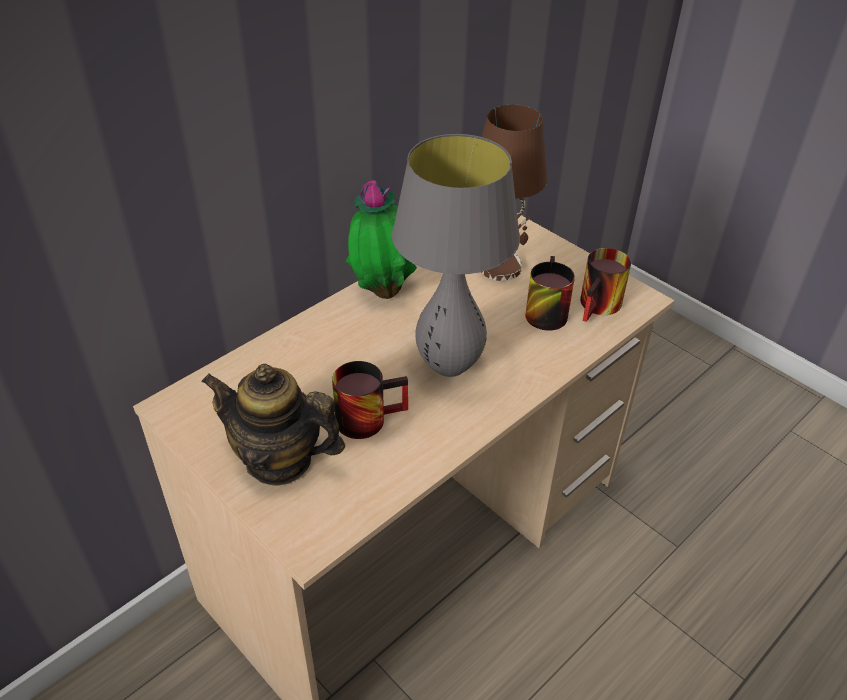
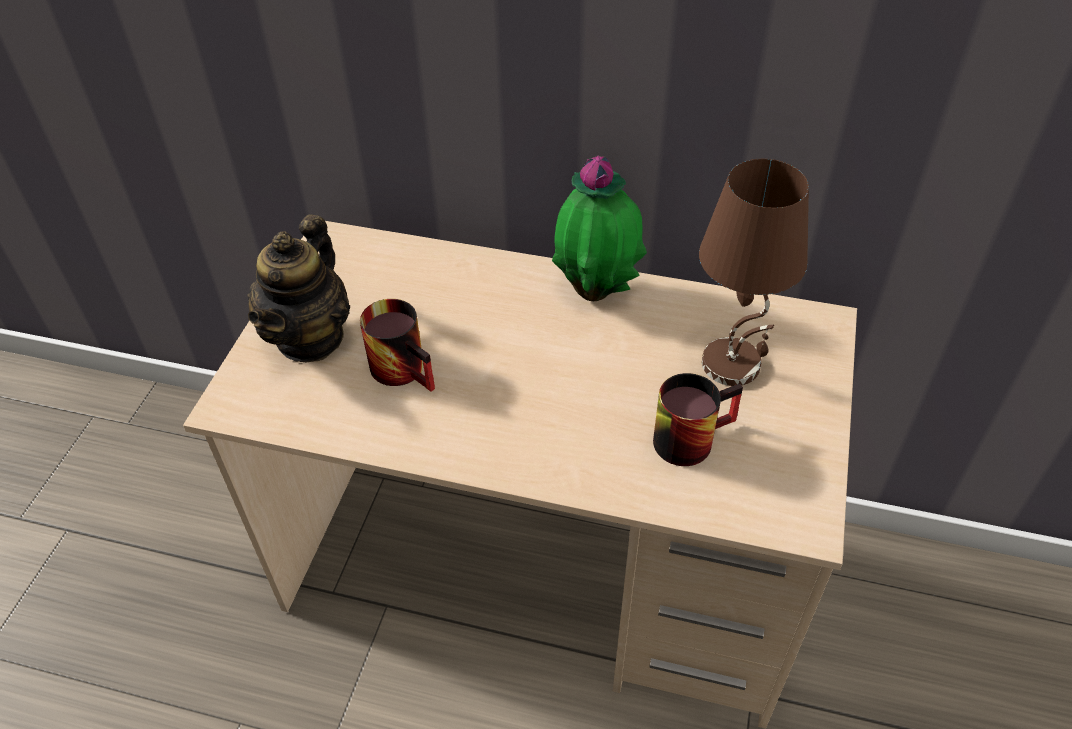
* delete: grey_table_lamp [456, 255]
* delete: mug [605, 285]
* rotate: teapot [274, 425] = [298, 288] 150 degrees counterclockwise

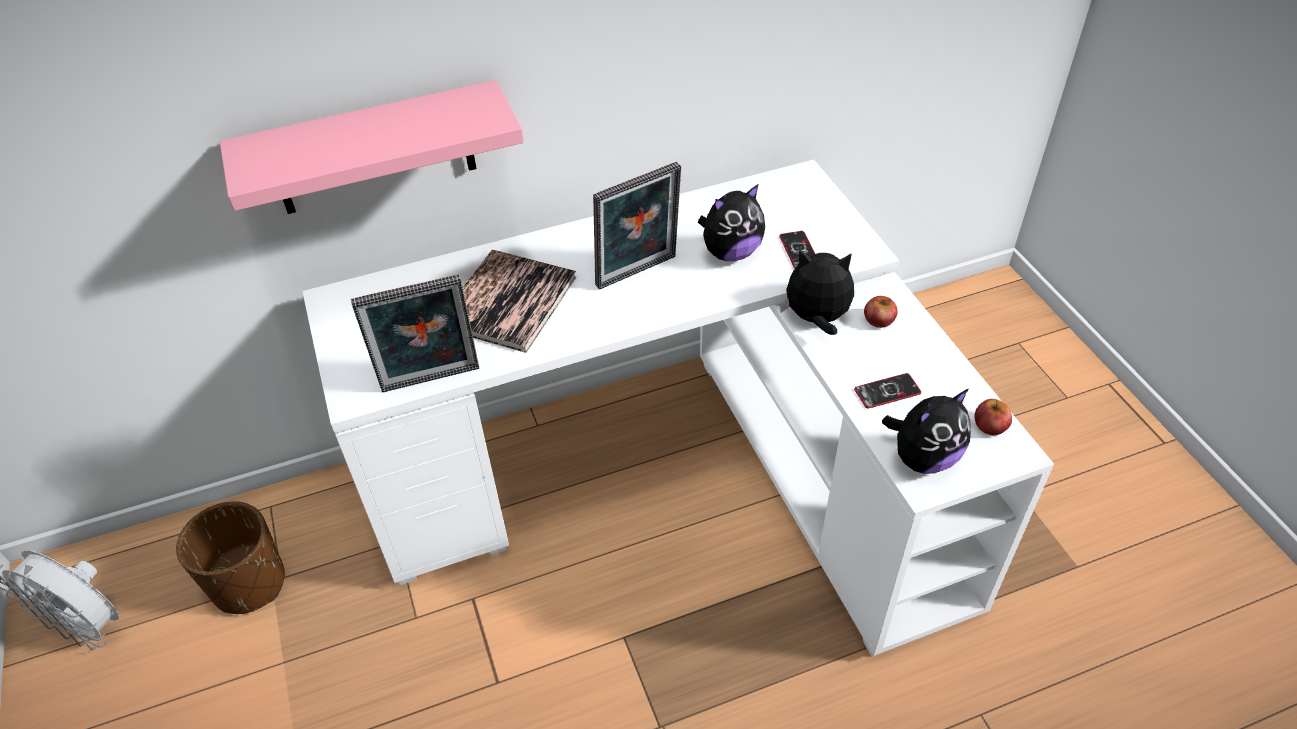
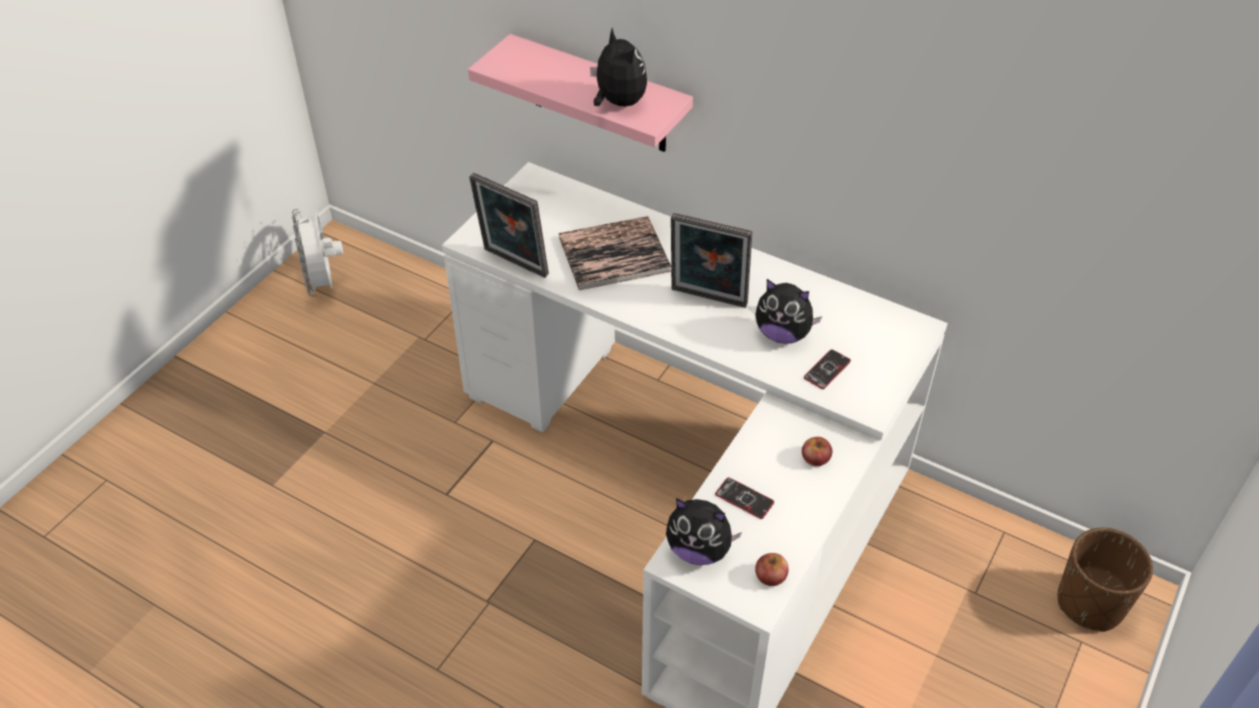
* move: brown_planter [230, 557] to [1105, 580]
* move: plush_toy [817, 292] to [618, 67]

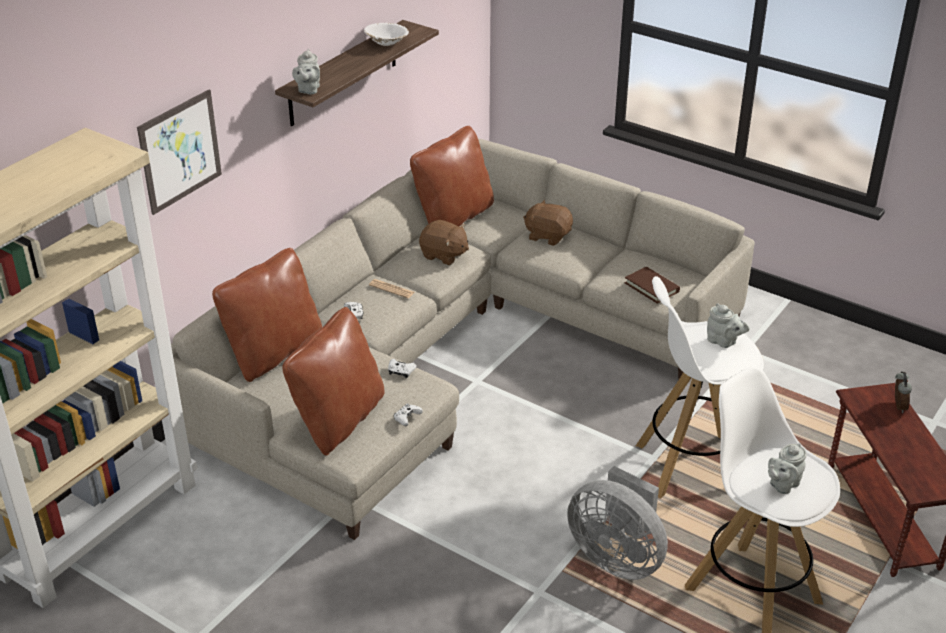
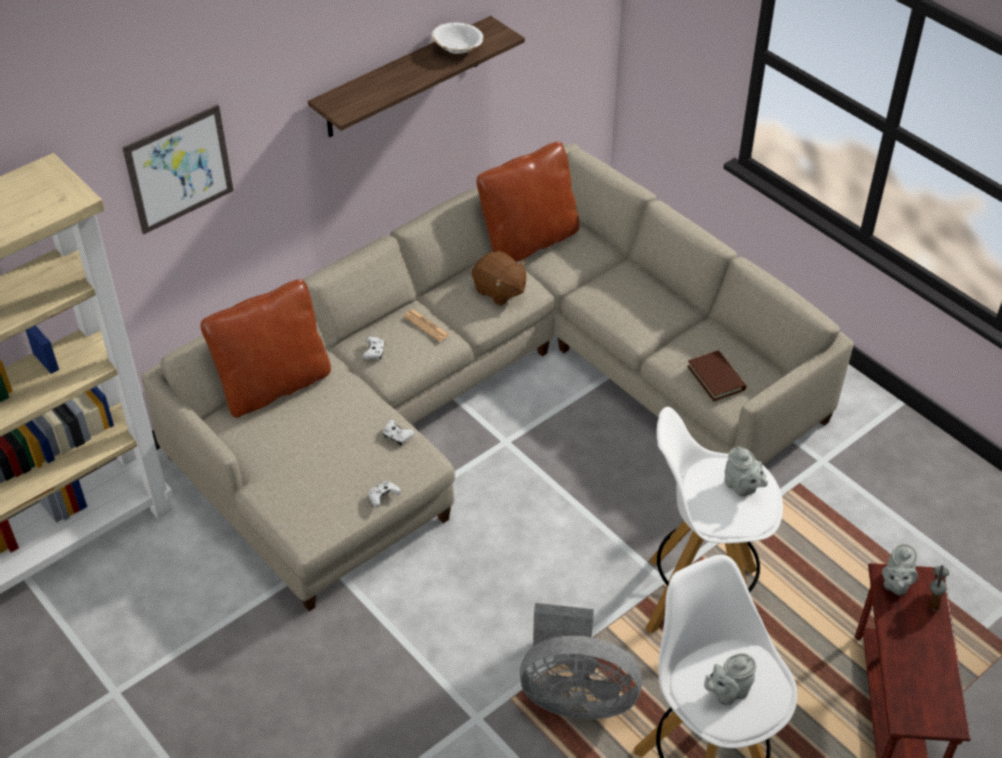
* delete: brown_pillow [333, 381]
* delete: brown_plush_toy [548, 223]
* move: grey_teapot [306, 72] to [900, 569]
* rotate: grey_fan [617, 523] = [581, 661] 45 degrees counterclockwise

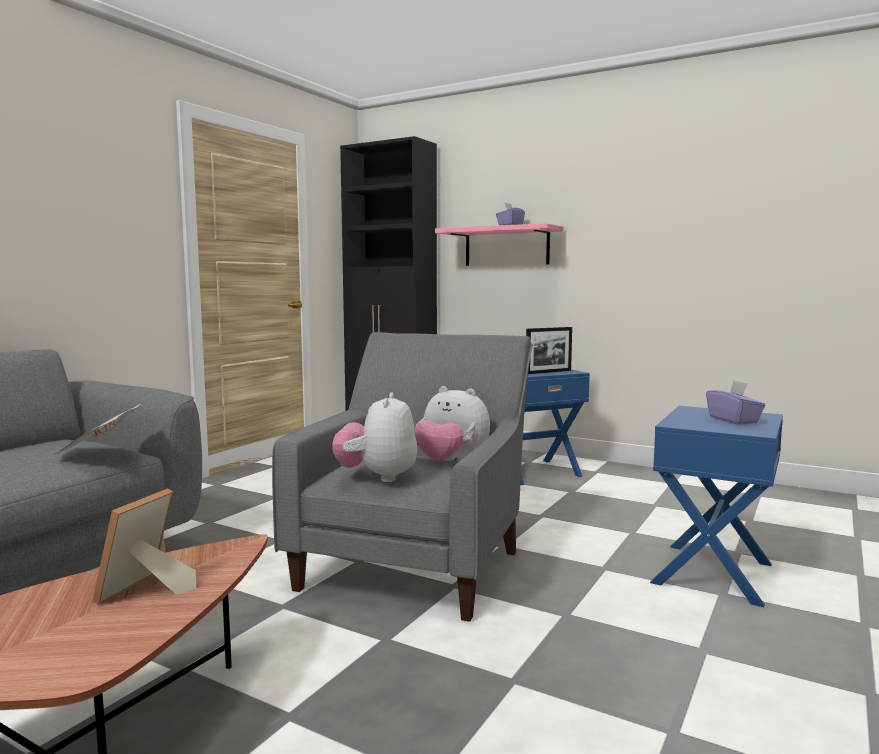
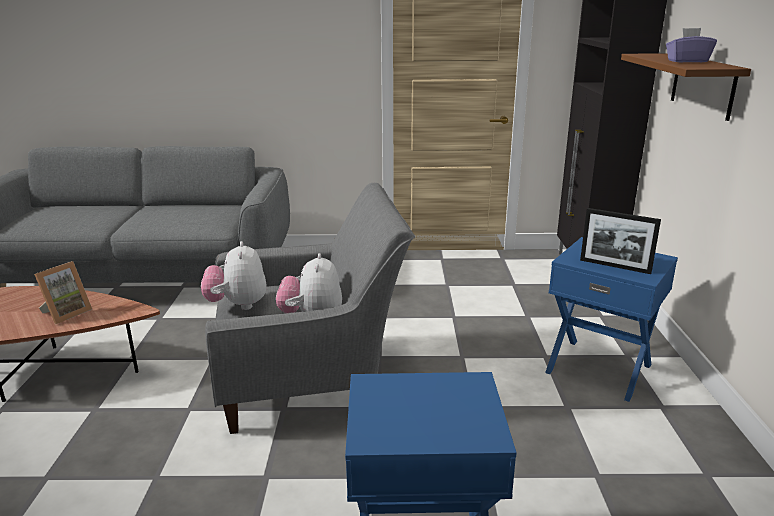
* delete: newspaper [97, 429]
* delete: purple_tissue_box [735, 403]
* recolor: pink_shelf [499, 244] to brown_shelf [686, 87]
* rotate: picture_frame [144, 546] = [63, 292] 135 degrees clockwise
* rotate: plush_toy [374, 437] = [233, 275] 75 degrees counterclockwise

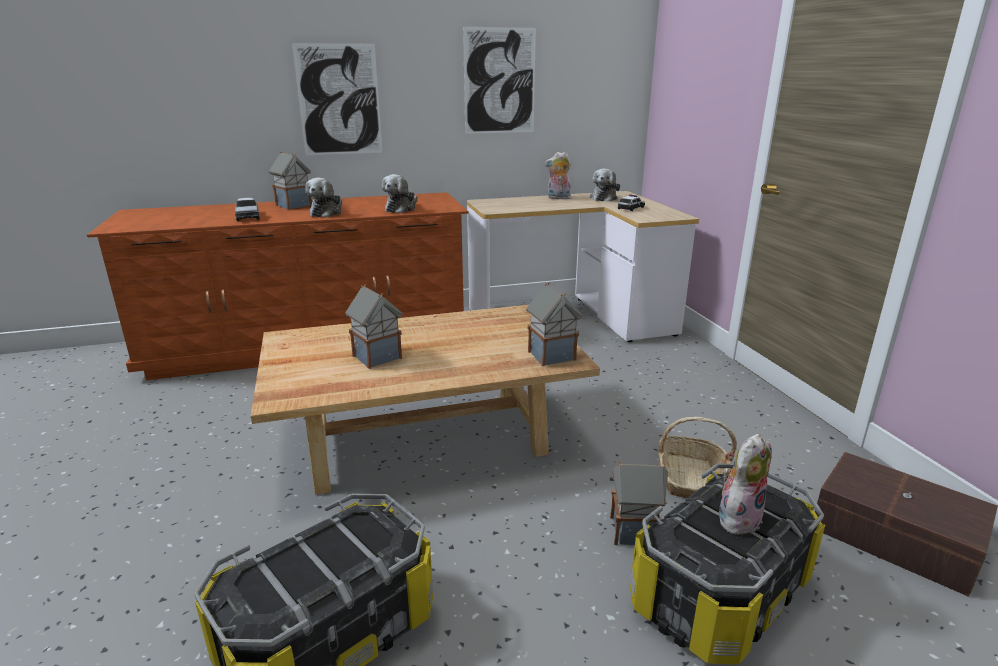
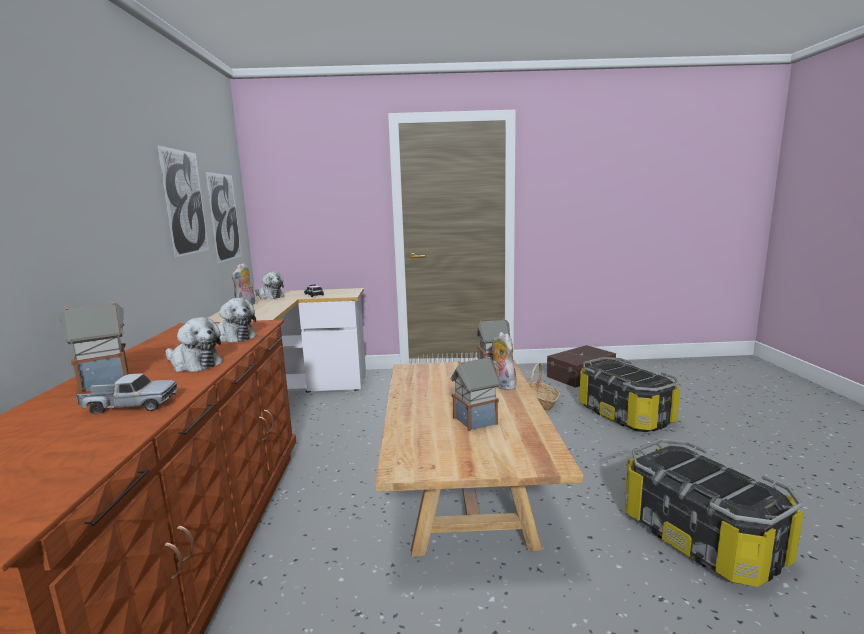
* delete: toy_house [639, 503]
* move: picture [337, 99] to [224, 217]
* move: plush_toy [745, 485] to [504, 361]

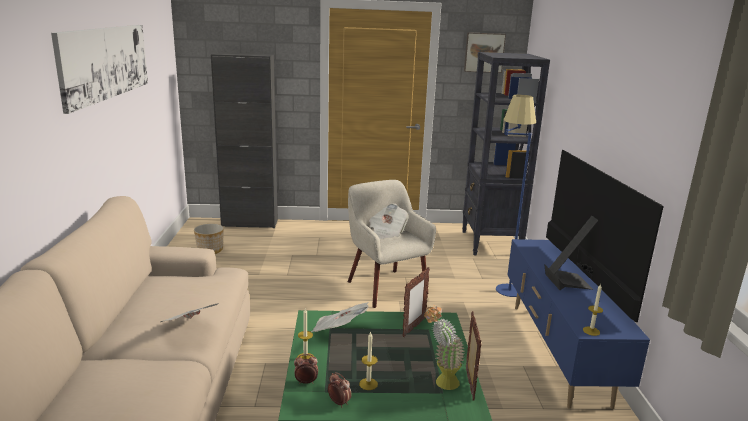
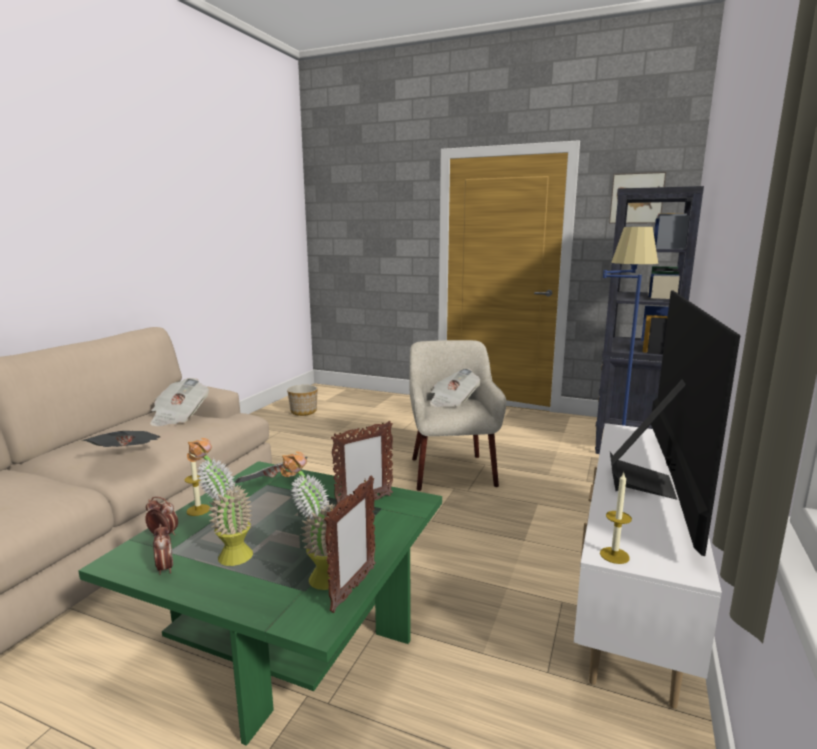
* delete: picture [99, 69]
* delete: black_cabinet [244, 140]
* insert: newspaper [179, 402]
* replace: candle [368, 360] to potted_plant [220, 502]
* recolor: blue_tv_stand [578, 324] to white_tv_stand [648, 566]

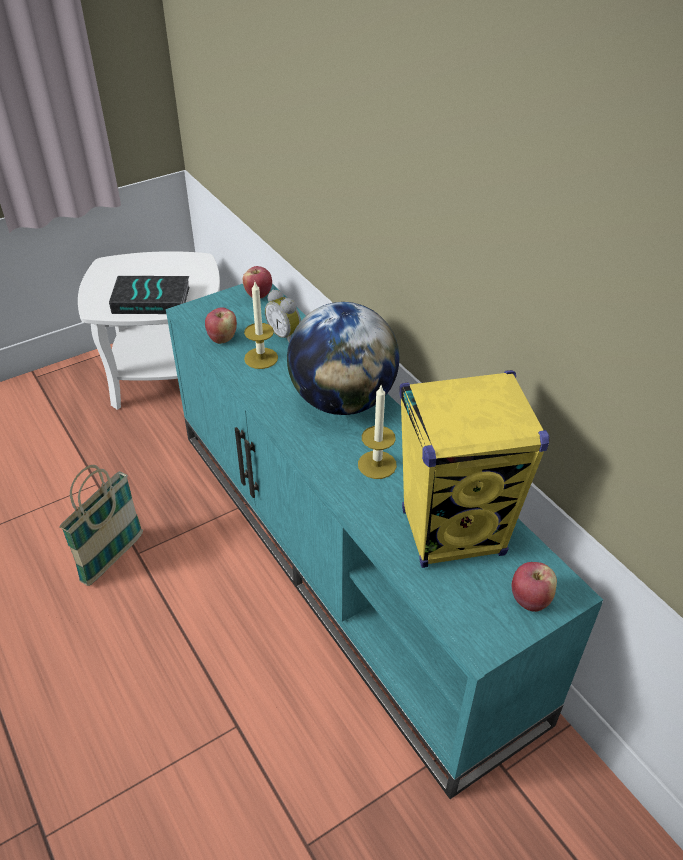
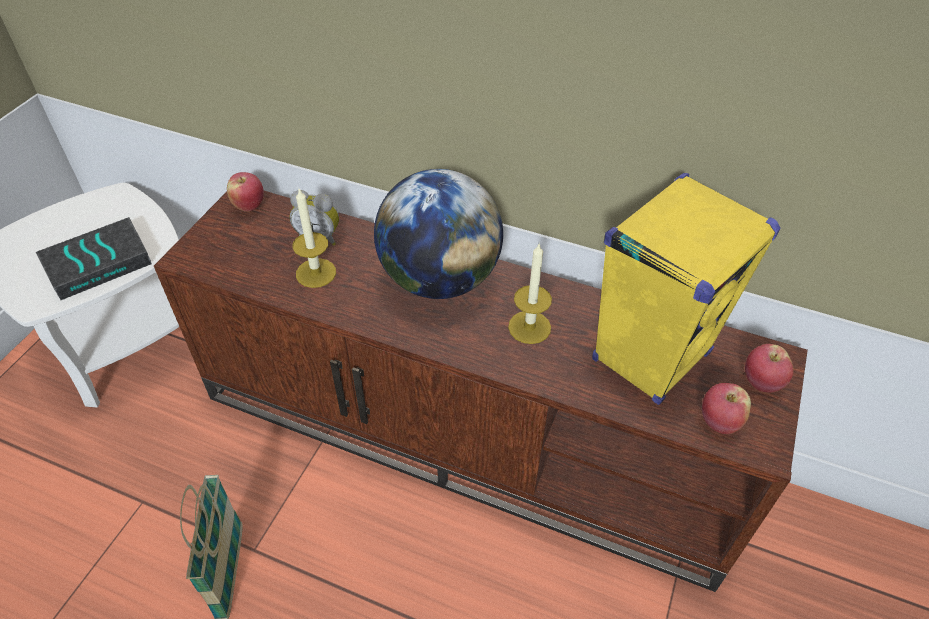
* move: apple [221, 325] to [726, 408]
* recolor: turquoise_tv_stand [384, 541] to brown_tv_stand [481, 391]

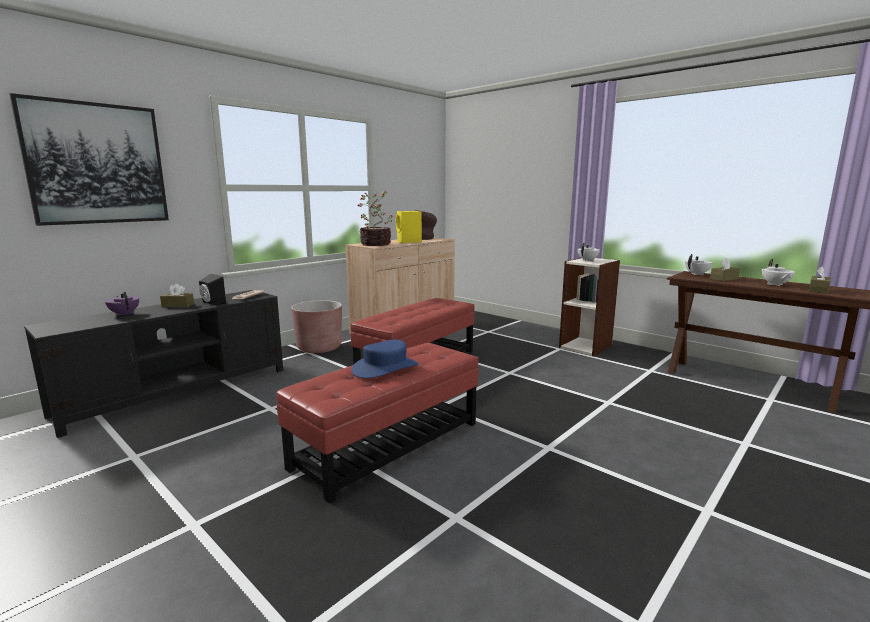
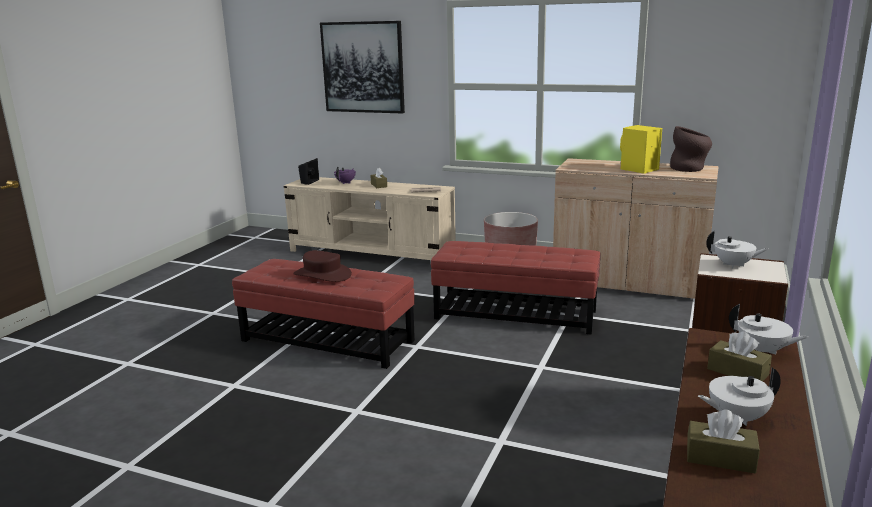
* delete: potted_plant [375, 218]
* move: black_speaker [212, 289] to [308, 171]
* recolor: black_tv_stand [153, 364] to beige_tv_stand [370, 218]
* recolor: blue_hat [384, 359] to brown_hat [322, 266]

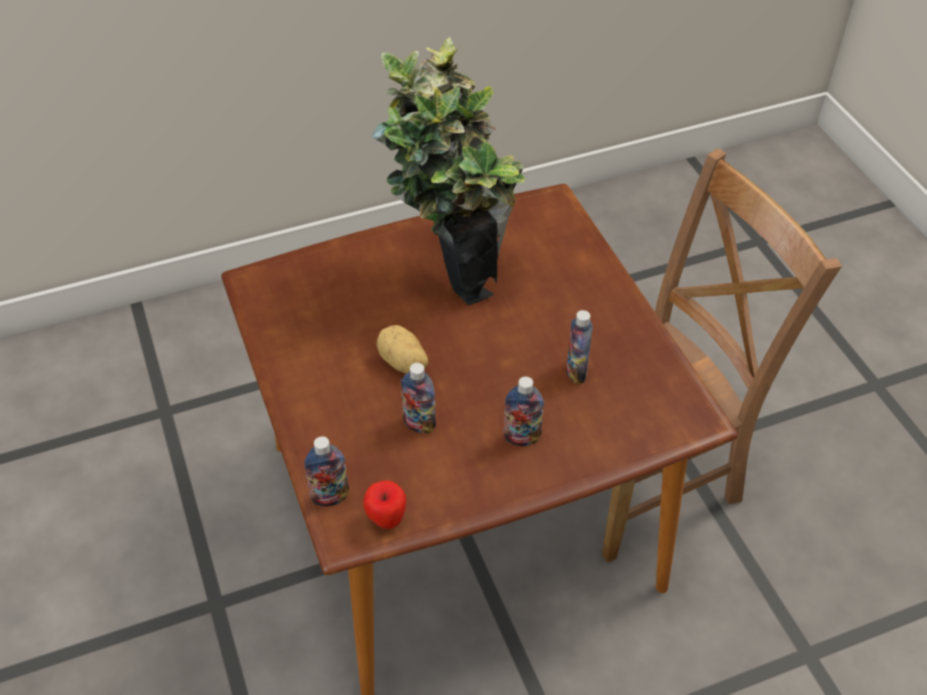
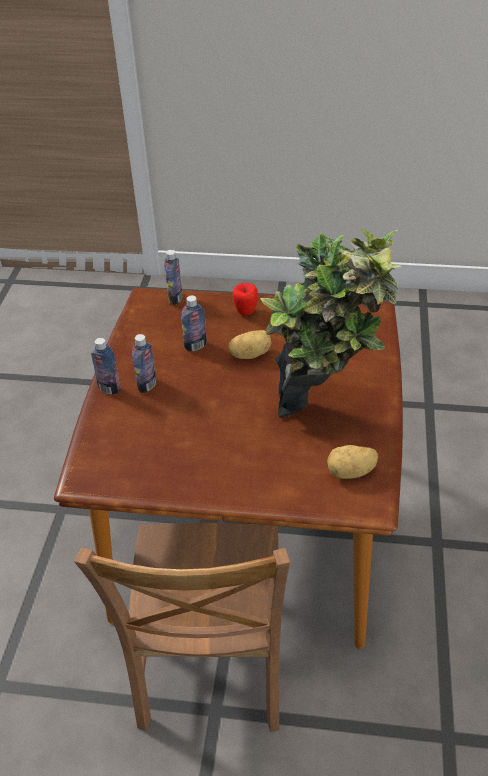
* insert: potato [352, 462]
* move: apple [384, 505] to [245, 299]
* move: bottle [579, 347] to [106, 366]

